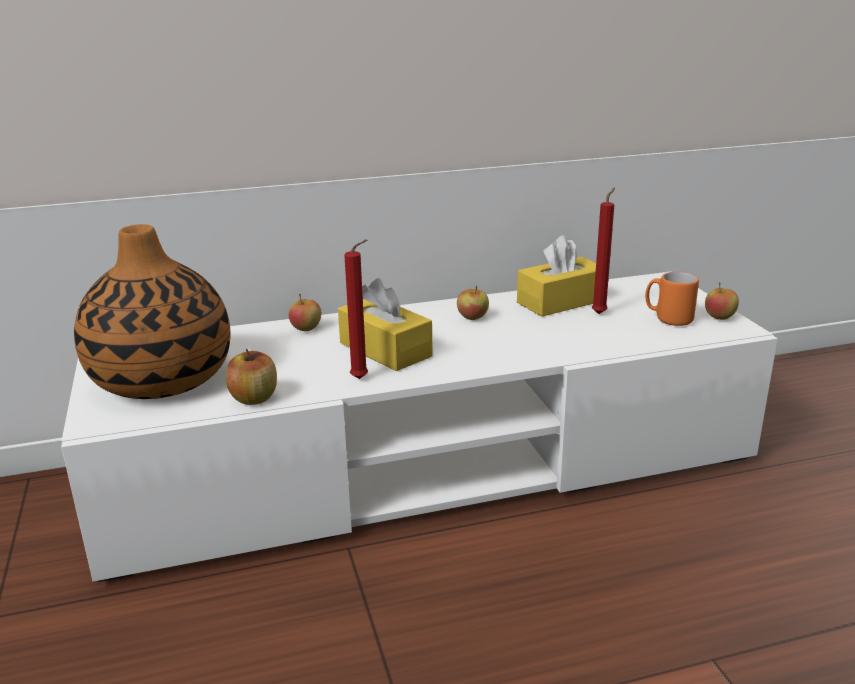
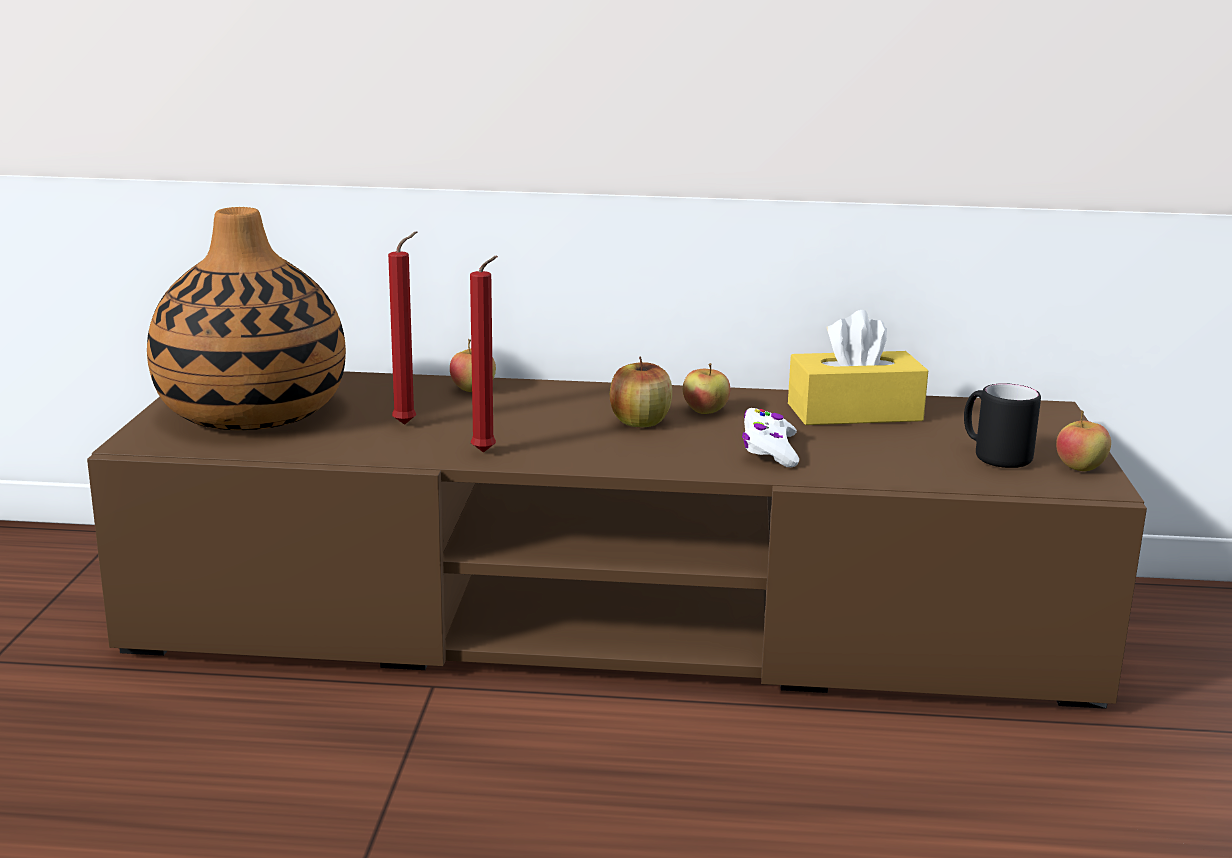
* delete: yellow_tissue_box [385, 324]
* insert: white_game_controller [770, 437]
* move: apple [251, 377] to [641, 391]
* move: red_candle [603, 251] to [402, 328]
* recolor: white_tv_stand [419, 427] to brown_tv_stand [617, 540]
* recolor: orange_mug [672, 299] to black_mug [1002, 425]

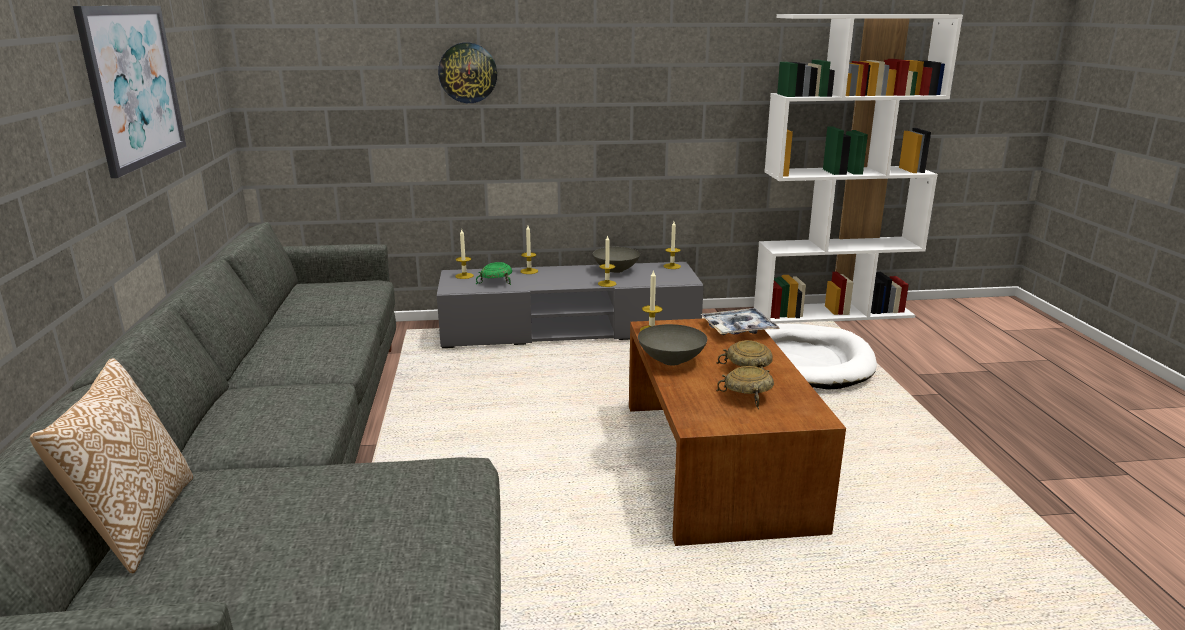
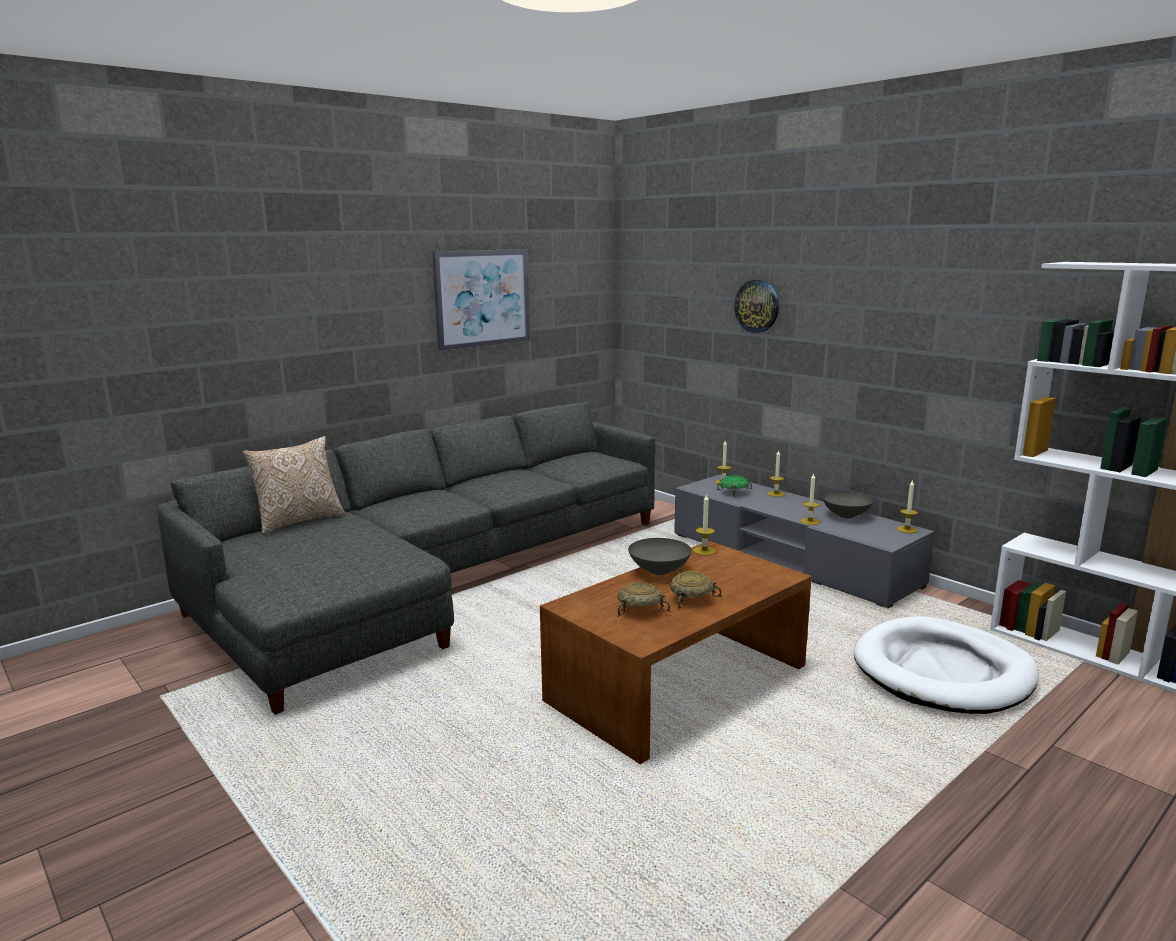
* delete: tray [740, 321]

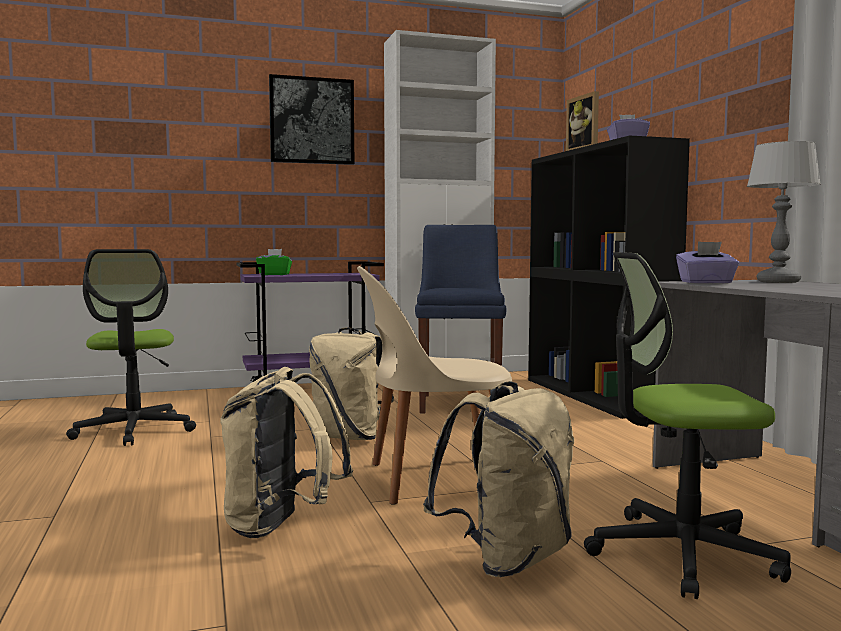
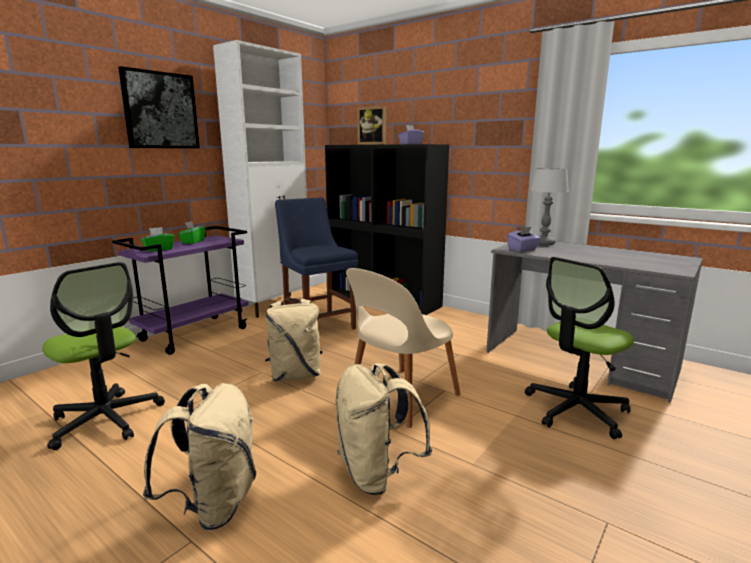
* insert: green_tissue_box [192, 232]
* move: beige_backpack [498, 479] to [199, 457]

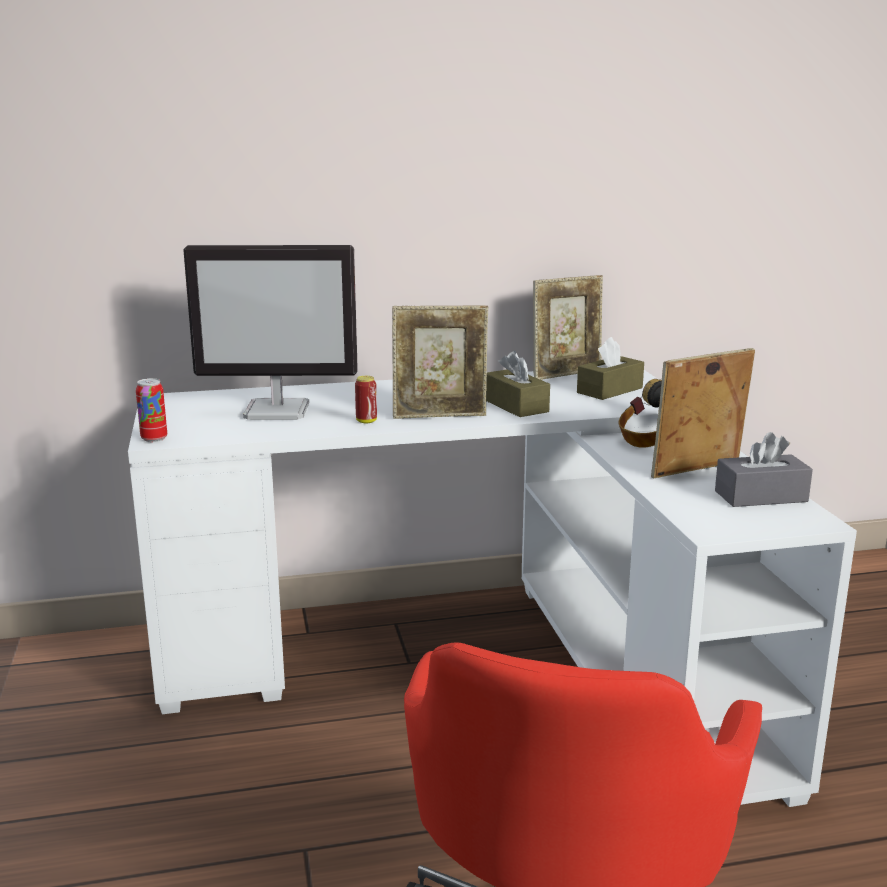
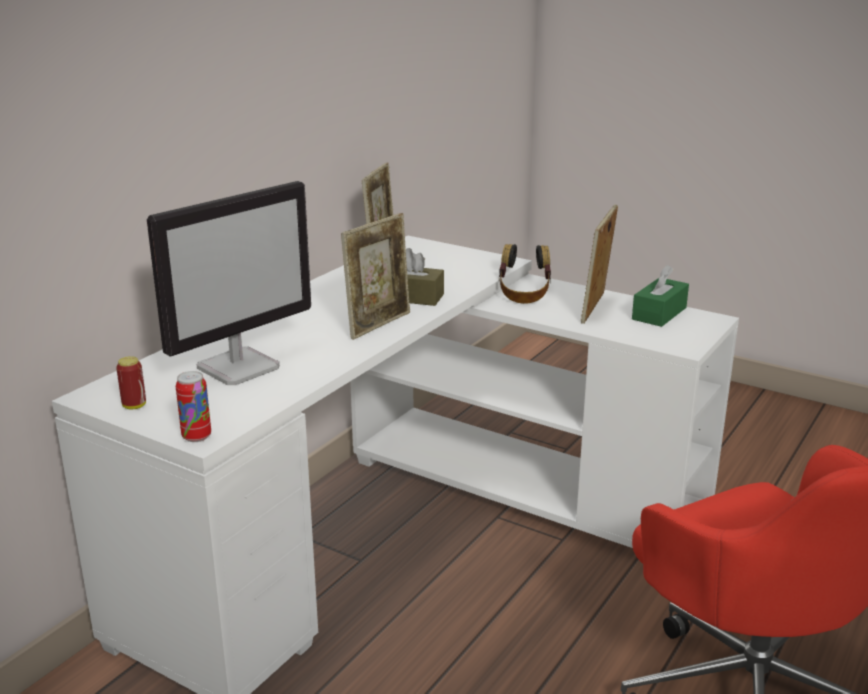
* delete: brown_tissue_box [610, 368]
* move: can [366, 399] to [131, 382]
* recolor: grey_tissue_box [764, 469] to green_tissue_box [660, 296]

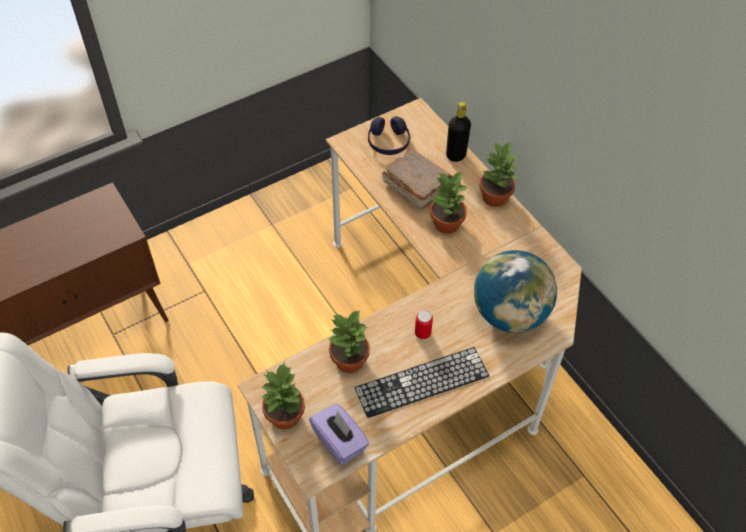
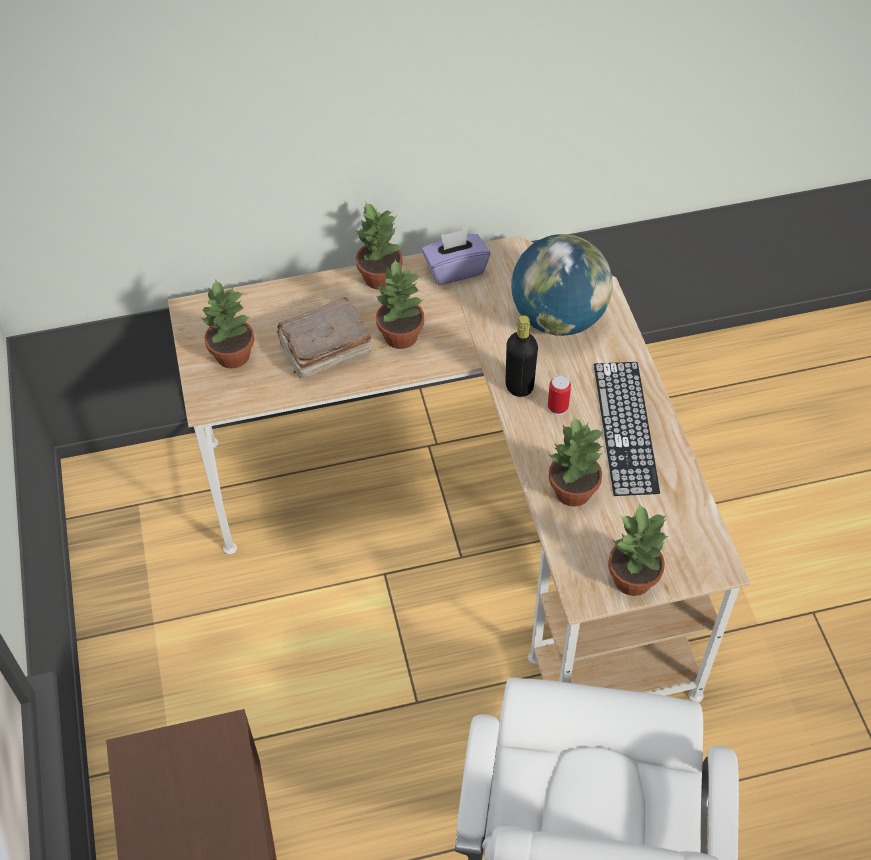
* move: purple_tissue_box [339, 435] to [456, 257]
* move: black_bottle [458, 132] to [521, 356]
* replace: purple_headphones [389, 135] to potted_plant [227, 323]

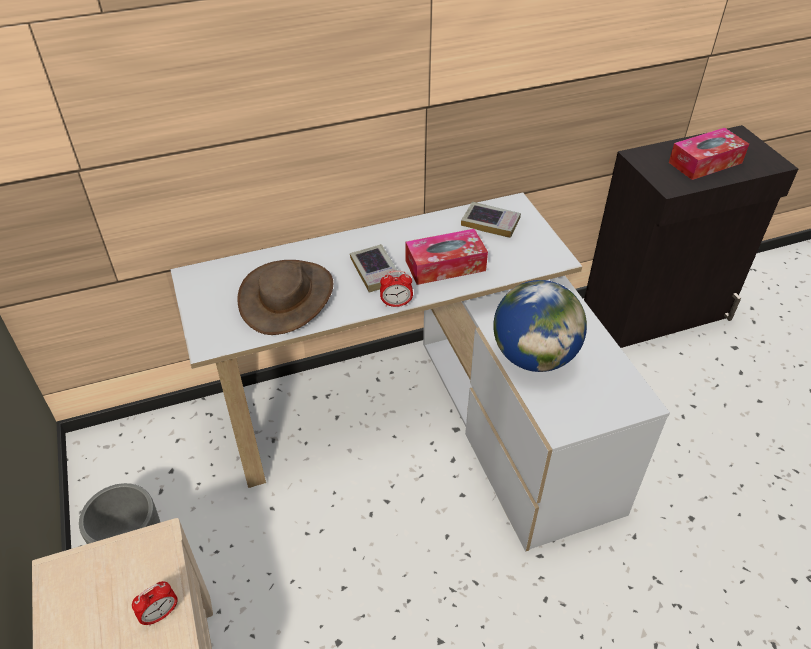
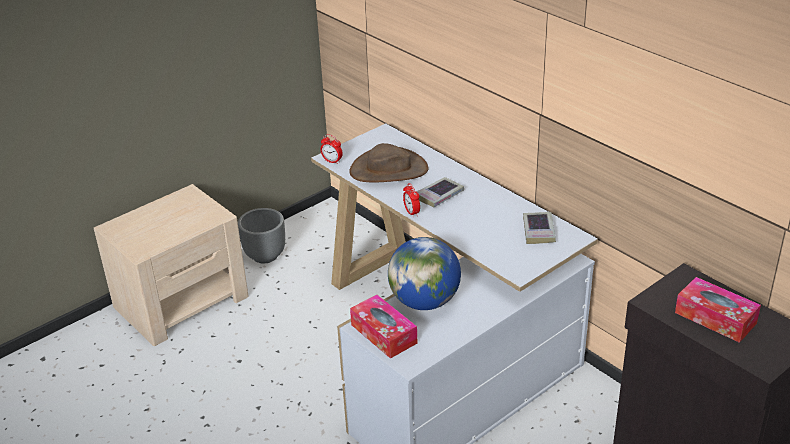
* move: alarm_clock [155, 603] to [331, 149]
* move: tissue_box [447, 257] to [383, 327]

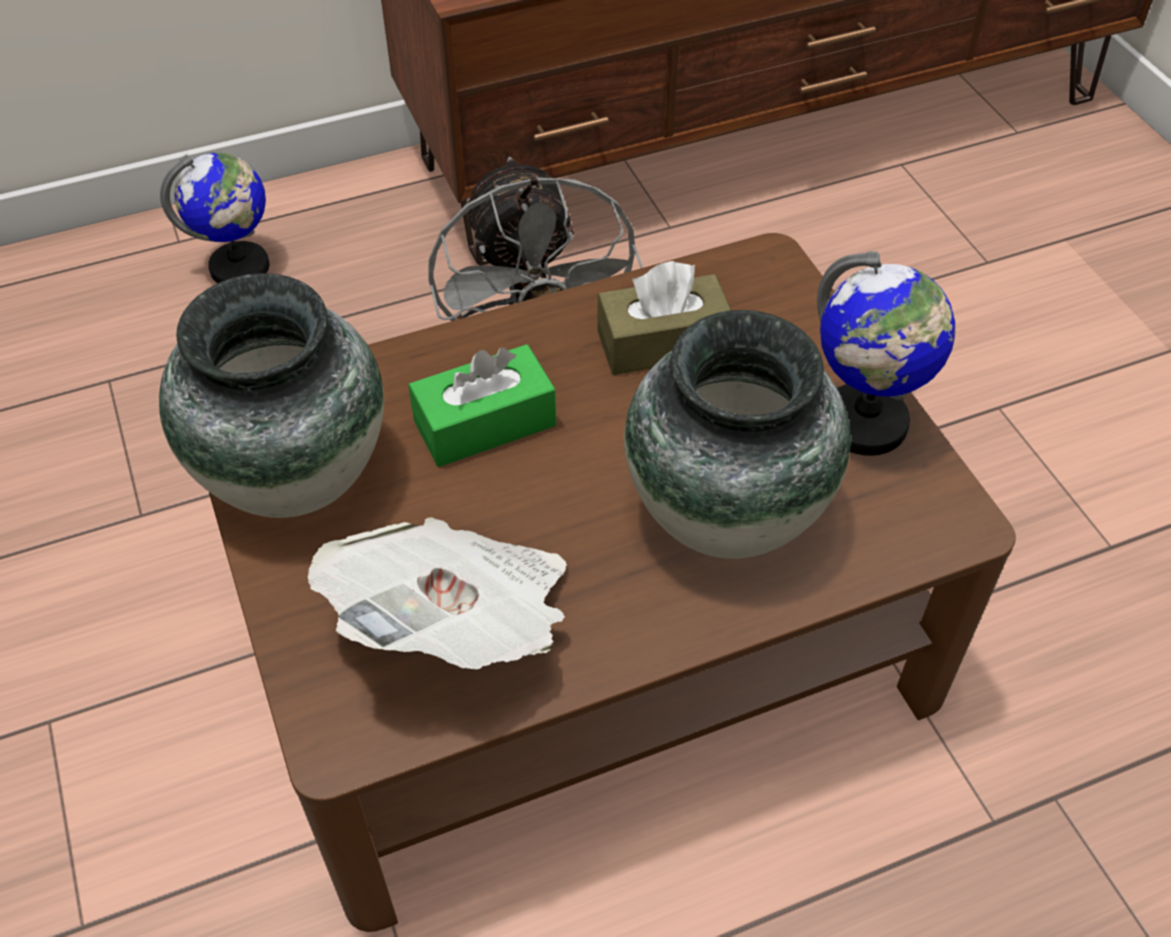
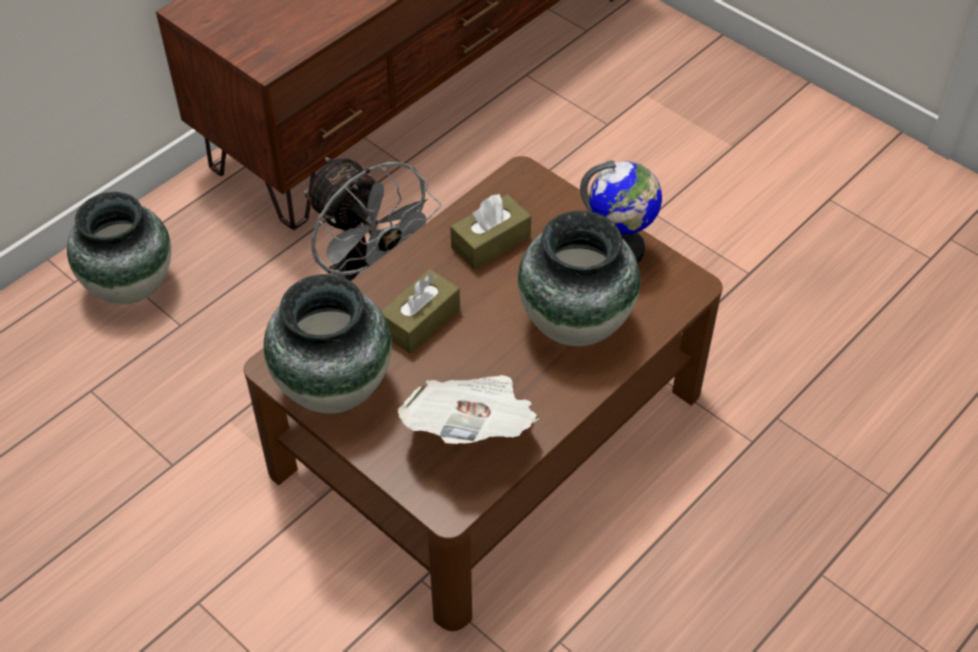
* replace: globe [214, 217] to vase [119, 248]
* recolor: green_tissue_box [482, 405] to brown_tissue_box [420, 311]

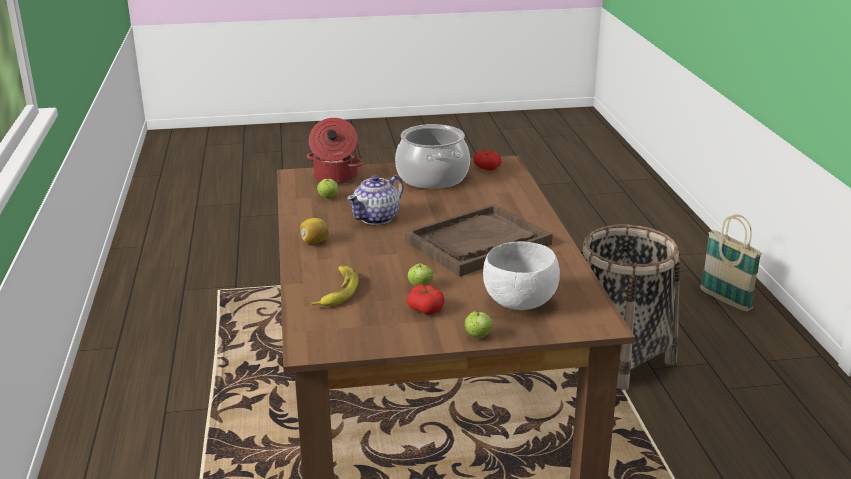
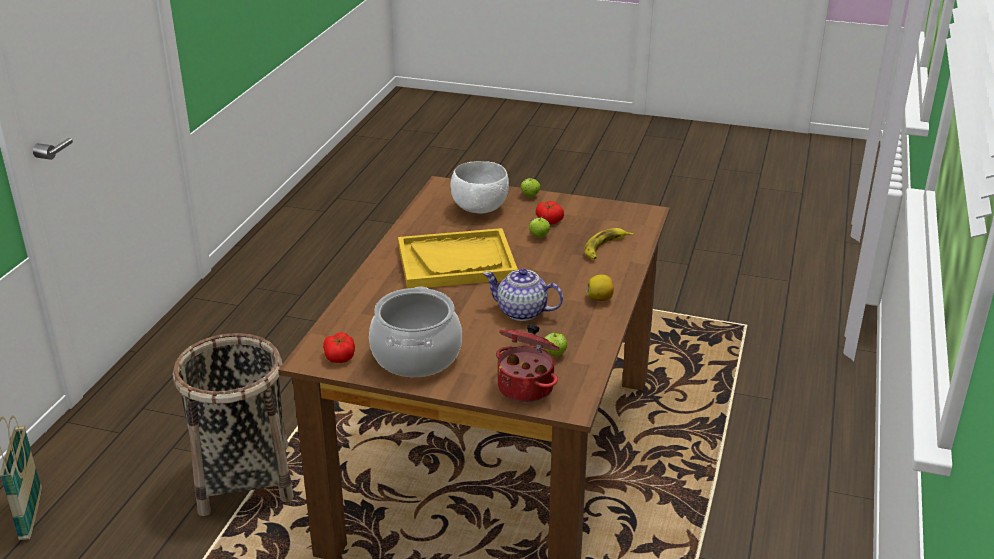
* recolor: brown_tray [478, 240] to yellow_tray [458, 258]
* rotate: teapot [375, 200] = [523, 295] 135 degrees counterclockwise

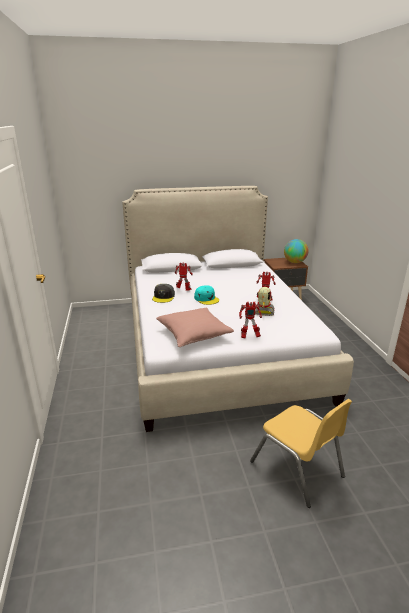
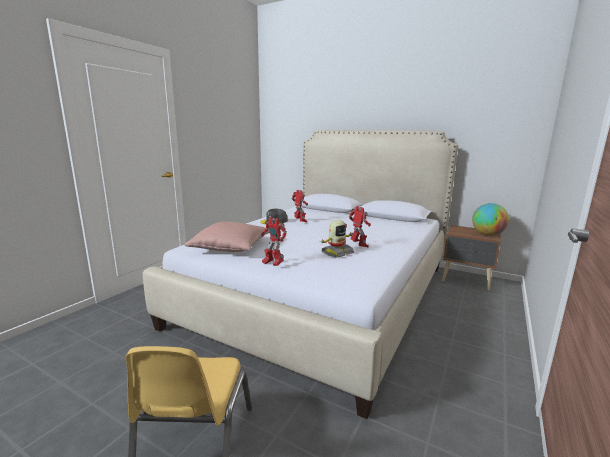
* delete: turquoise_cap [206, 295]

